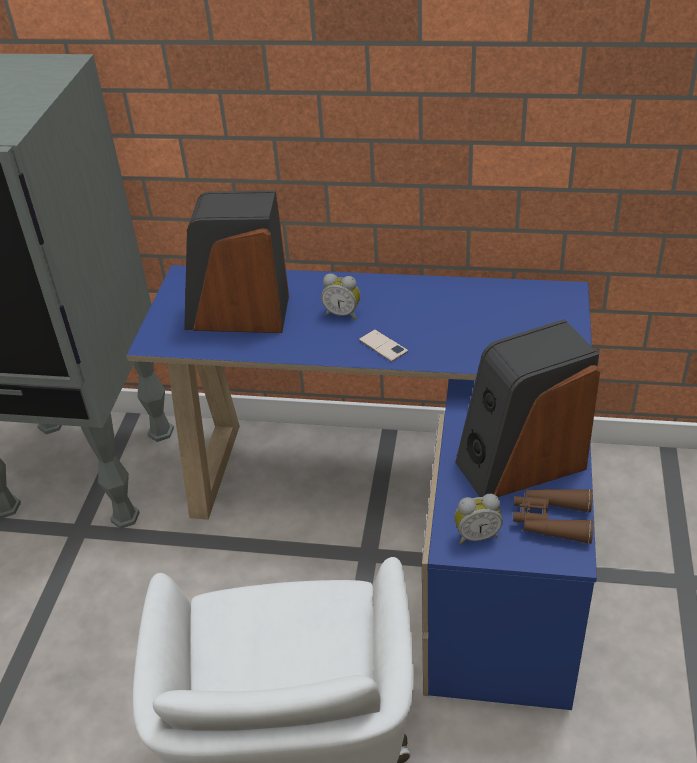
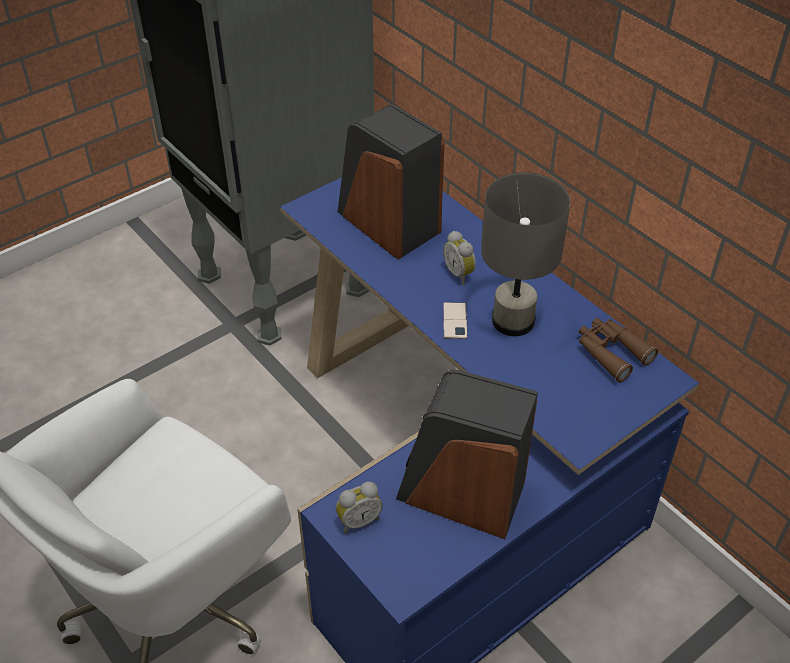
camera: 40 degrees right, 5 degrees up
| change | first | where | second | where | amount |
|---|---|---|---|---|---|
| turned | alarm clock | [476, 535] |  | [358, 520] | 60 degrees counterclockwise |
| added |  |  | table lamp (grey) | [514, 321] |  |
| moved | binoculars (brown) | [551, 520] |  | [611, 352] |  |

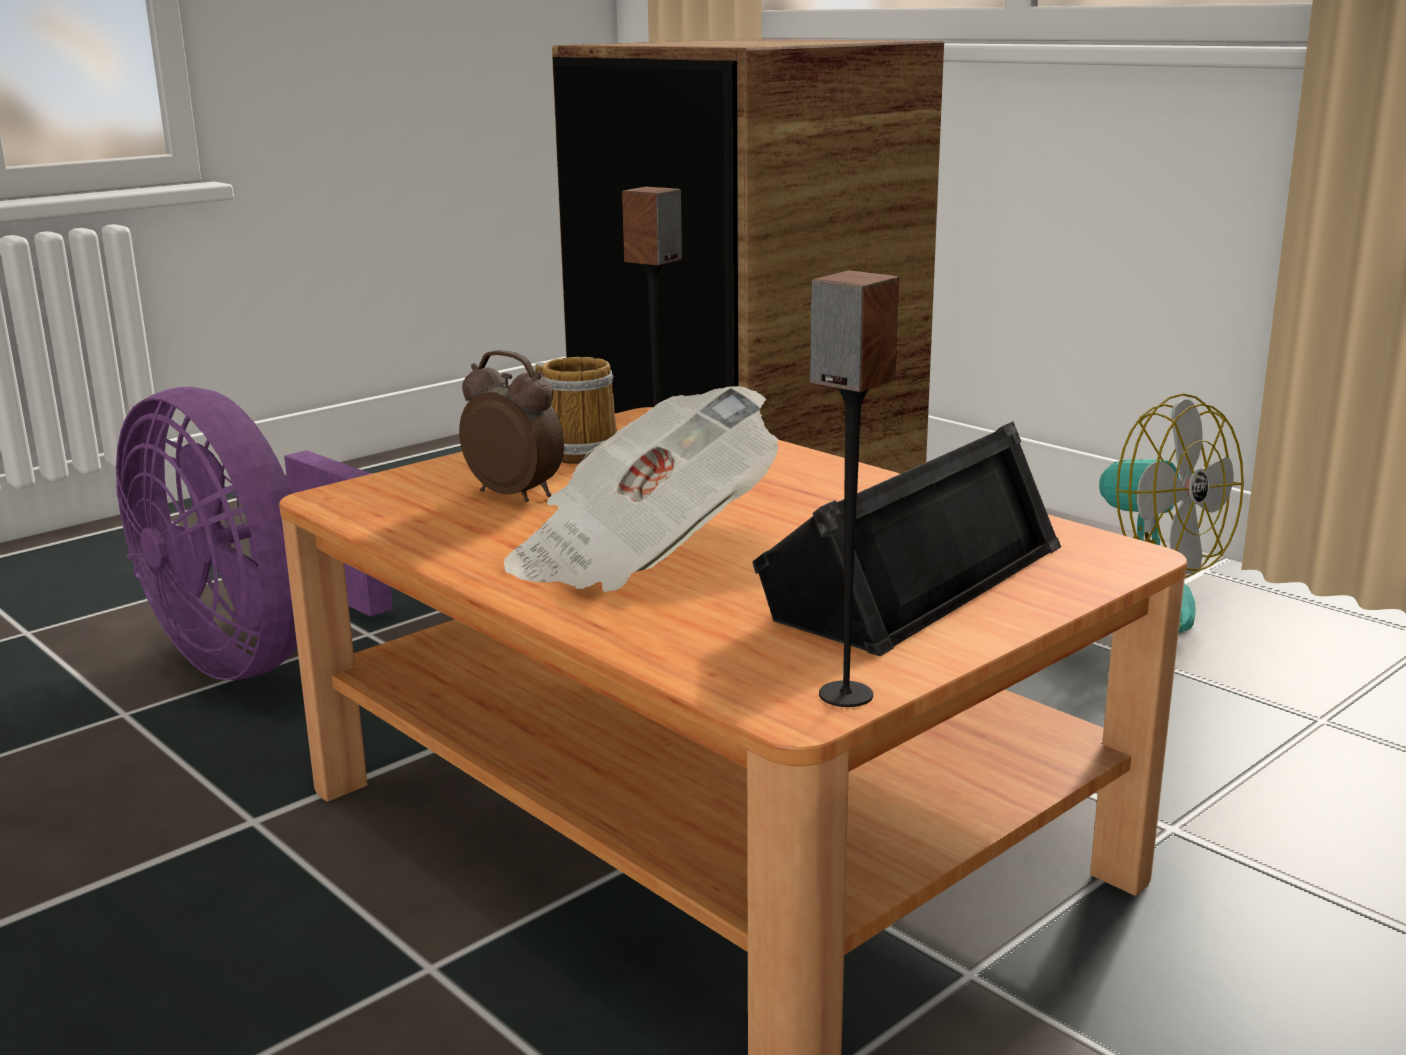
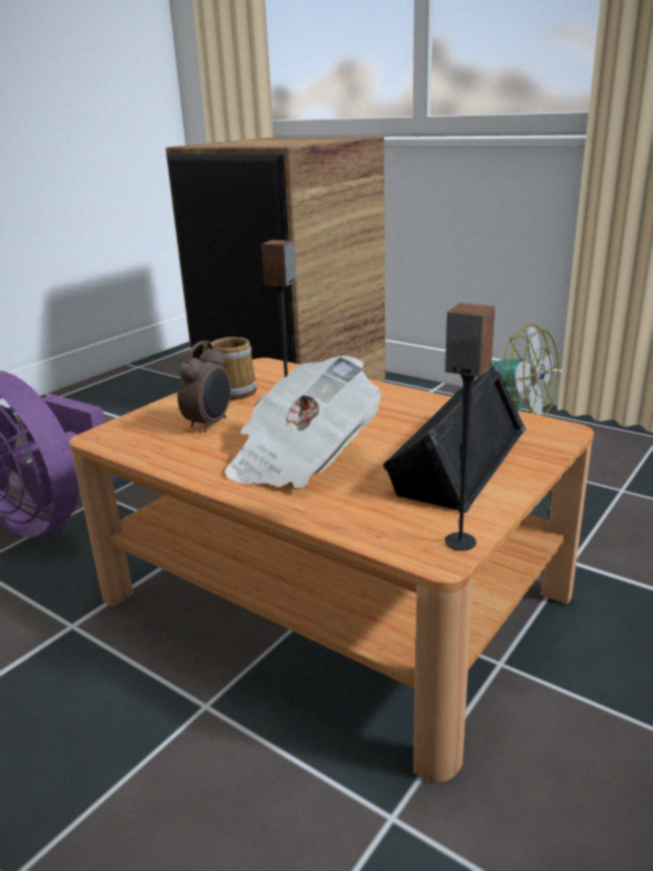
camera: 10 degrees left, 5 degrees up
| change | first | where | second | where | amount |
|---|---|---|---|---|---|
| turned | alarm clock | [516, 495] |  | [210, 424] | 90 degrees clockwise |

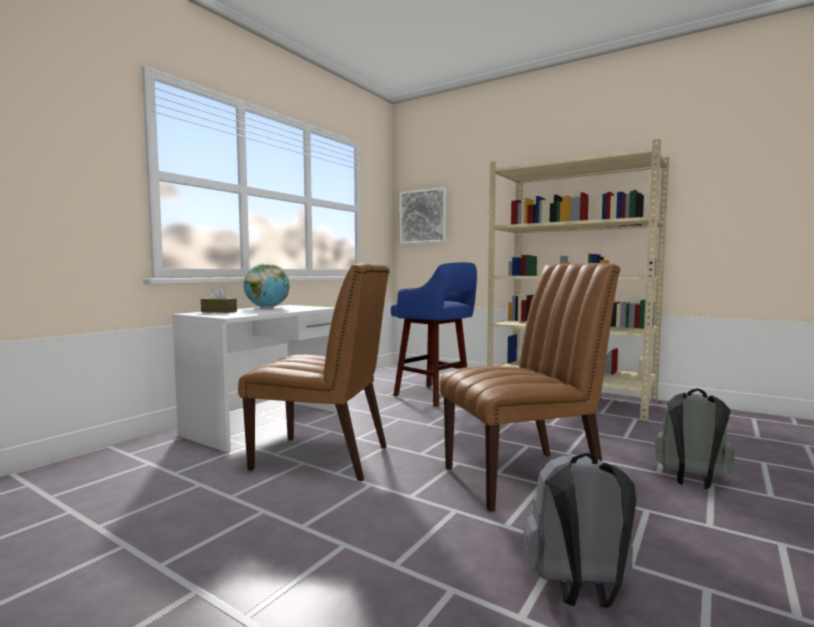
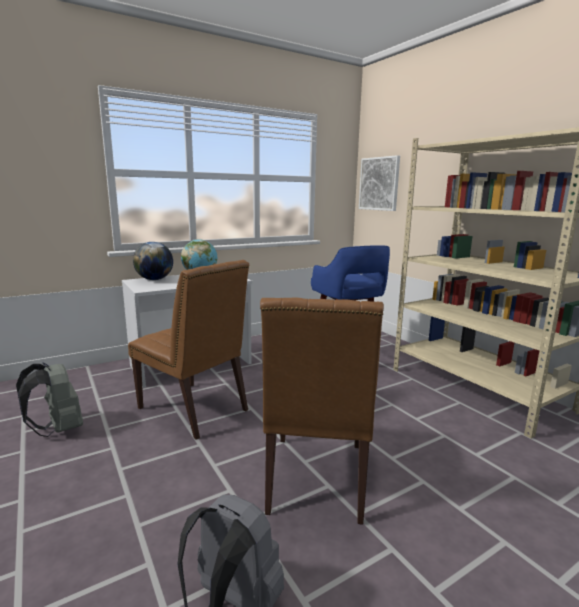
camera: 25 degrees right, 10 degrees up
| change | first | where | second | where | amount |
|---|---|---|---|---|---|
| moved | backpack (grey) | [691, 481] |  | [58, 429] |  |
| replaced | tissue box (brown) | [219, 311] | globe | [154, 279] |  |
| turned | chair (brown) | [521, 479] |  | [316, 475] | 90 degrees clockwise |

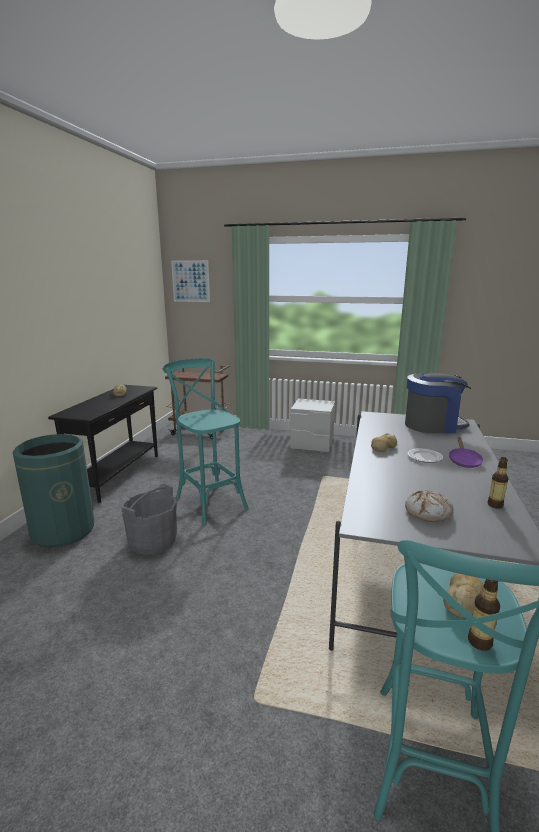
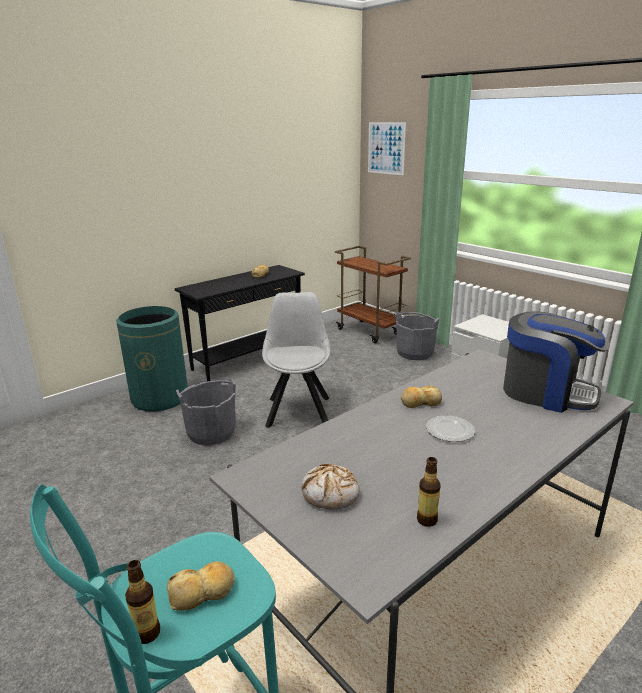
camera: 35 degrees right, 5 degrees up
| change | first | where | second | where | amount |
|---|---|---|---|---|---|
| replaced | stool (turquoise) | [209, 501] | chair (grey) | [298, 411] |  |
| added |  |  | bucket (grey) | [415, 353] |  |
| removed | frying pan (purple) | [464, 461] |  |  |  |

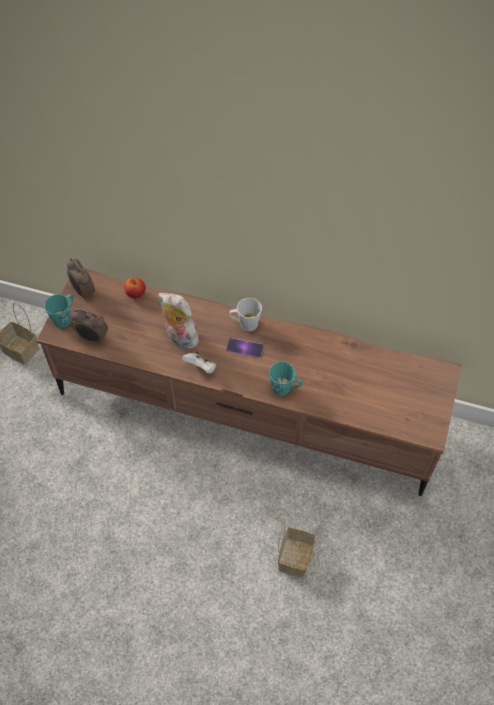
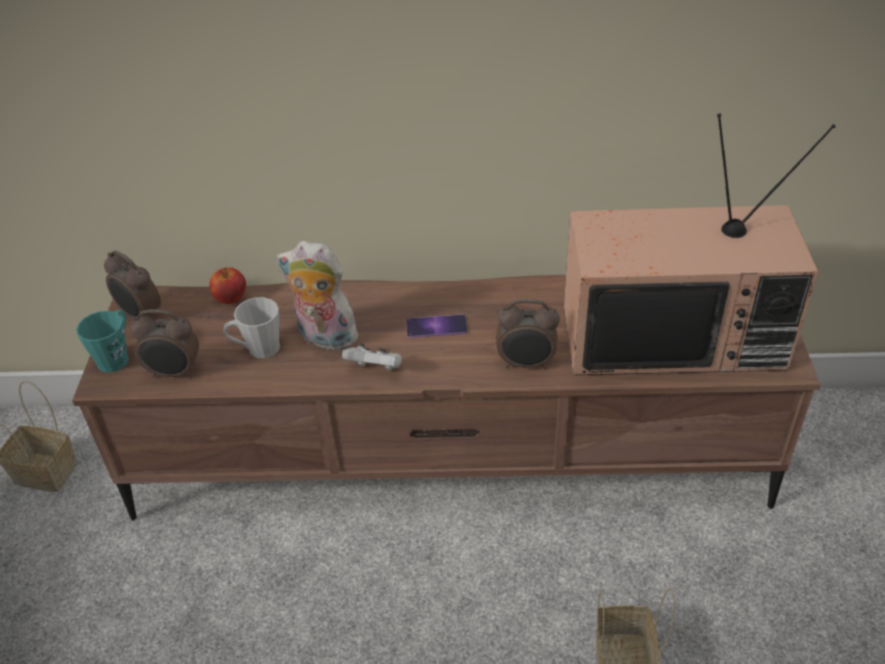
camera: 15 degrees left, 15 degrees down
| change | first | where | second | where | amount |
|---|---|---|---|---|---|
| moved | mug (grey) | [245, 324] |  | [257, 349] |  |
| replaced | mug (turquoise) | [284, 388] | alarm clock | [526, 364] |  |
| added |  |  | television | [673, 334] |  |

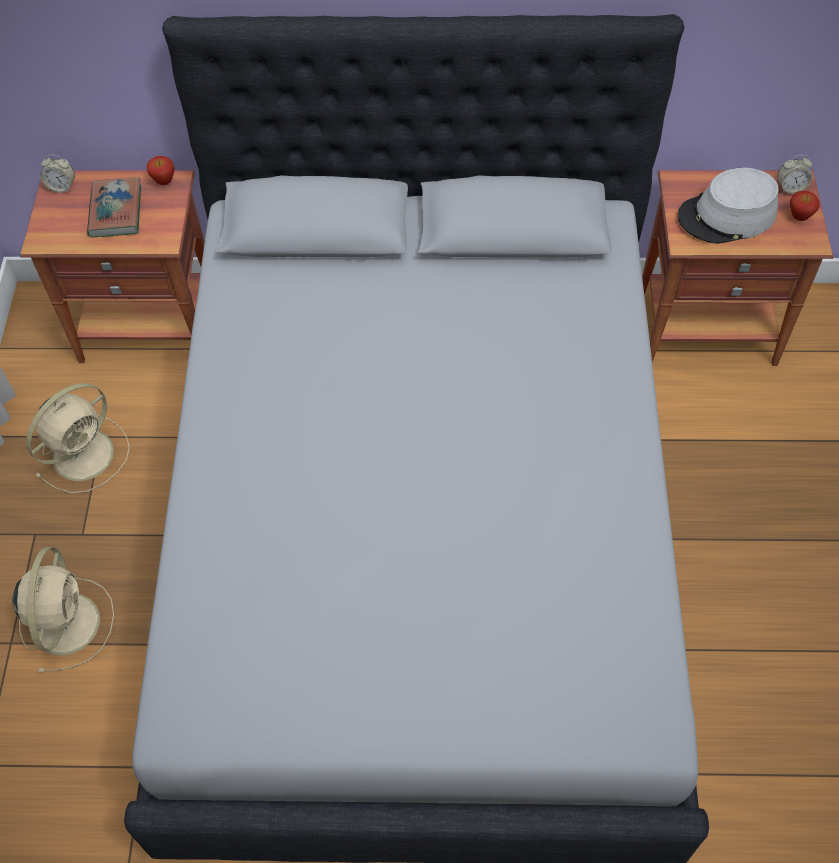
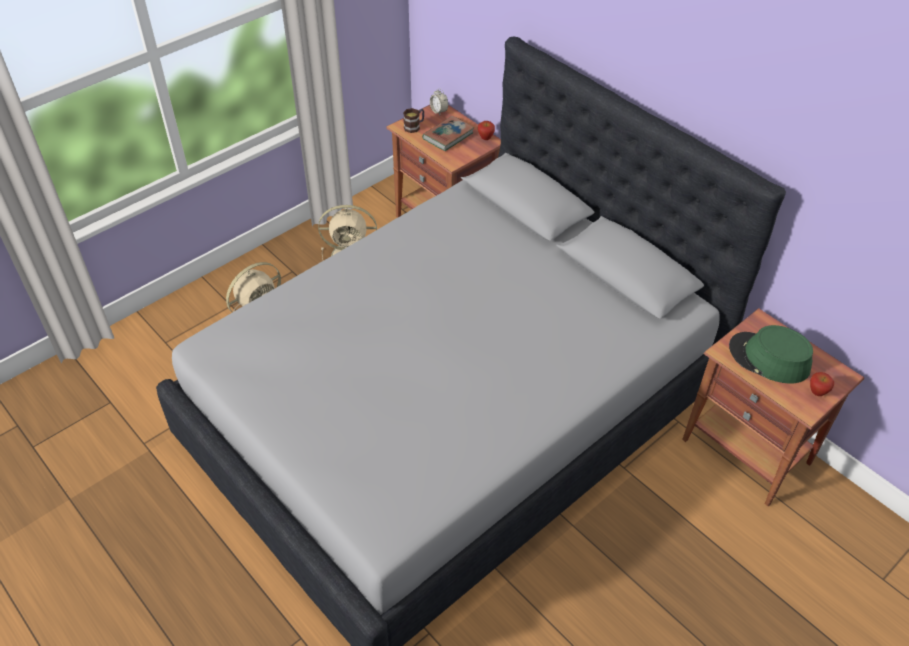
camera: 45 degrees right, 10 degrees down
| change | first | where | second | where | amount |
|---|---|---|---|---|---|
| added |  |  | mug | [414, 126] |  |
| recoloured | hat (grey) | [727, 216] | hat (green) | [768, 358] |  |
| removed | alarm clock | [790, 188] |  |  |  |

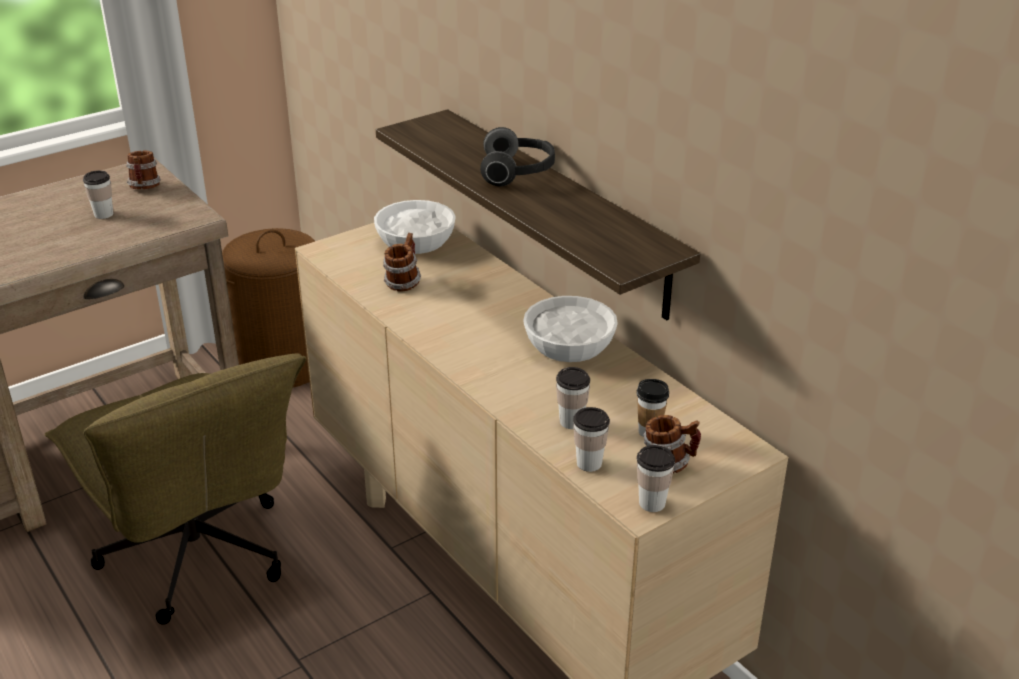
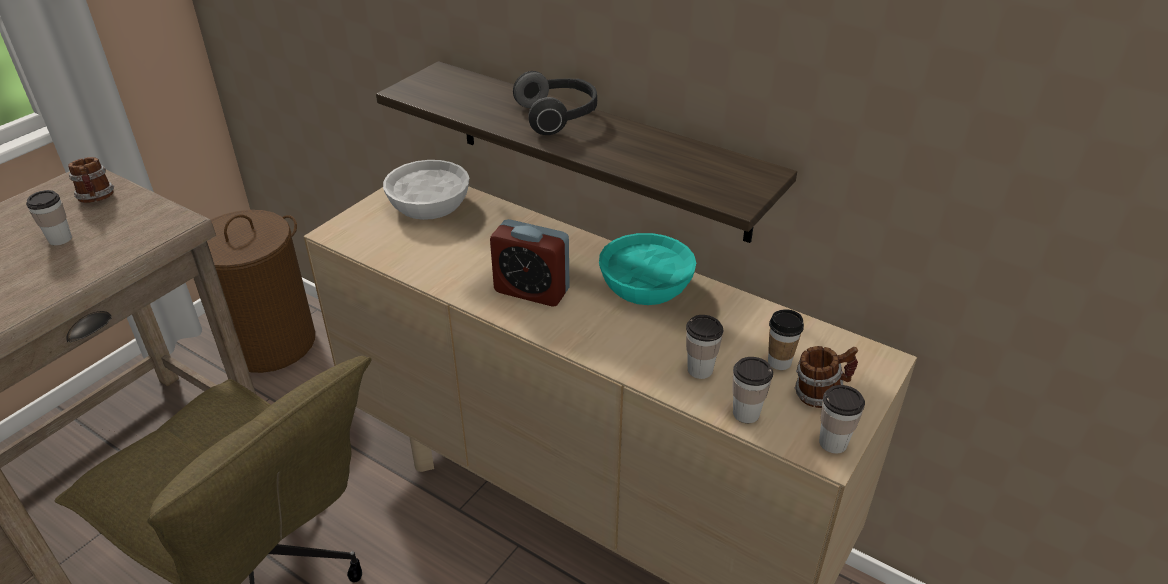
camera: 20 degrees left, 5 degrees up
| change | first | where | second | where | amount |
|---|---|---|---|---|---|
| added |  |  | alarm clock | [531, 291] |  |
| recoloured | bowl (white) | [570, 345] | bowl (turquoise) | [647, 285] |  |
| removed | mug | [403, 282] |  |  |  |

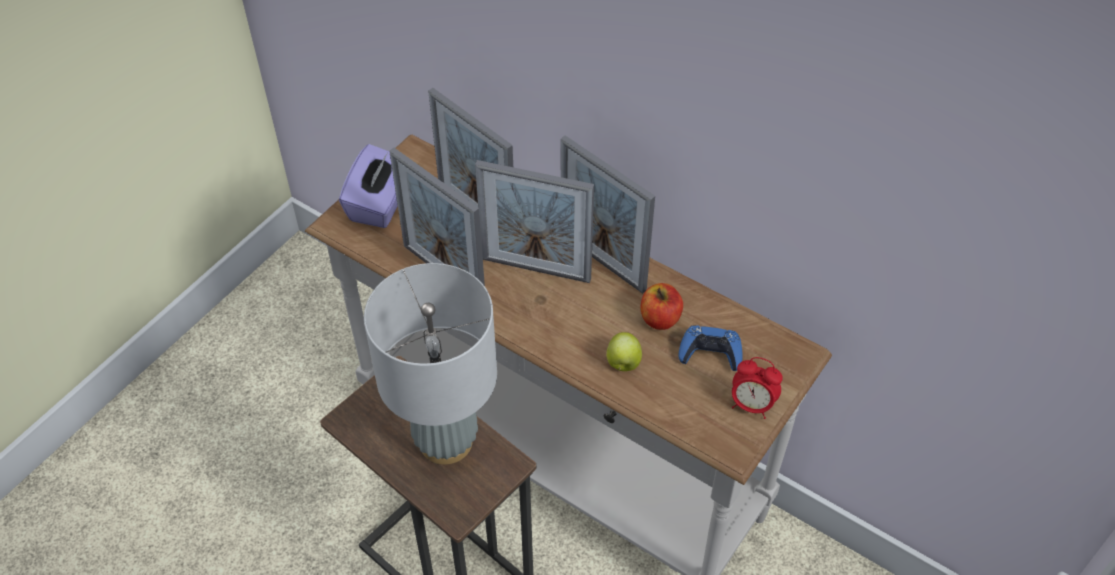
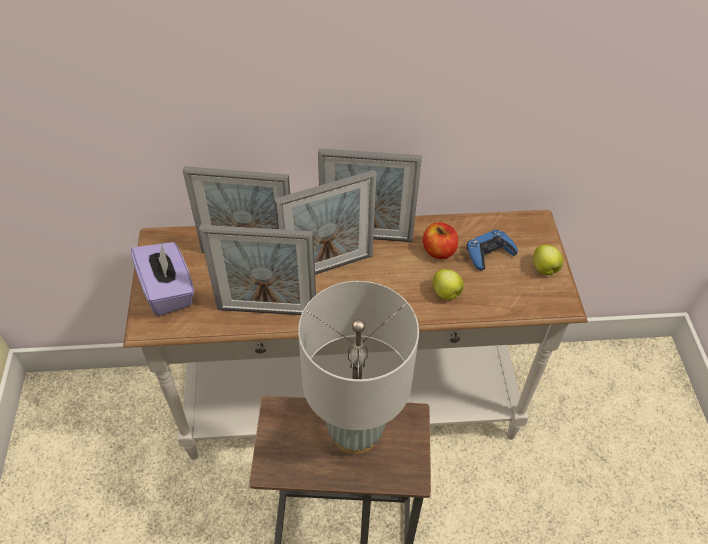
camera: 40 degrees left, 0 degrees up
| change | first | where | second | where | amount |
|---|---|---|---|---|---|
| replaced | alarm clock | [751, 405] | apple | [545, 269] |  |

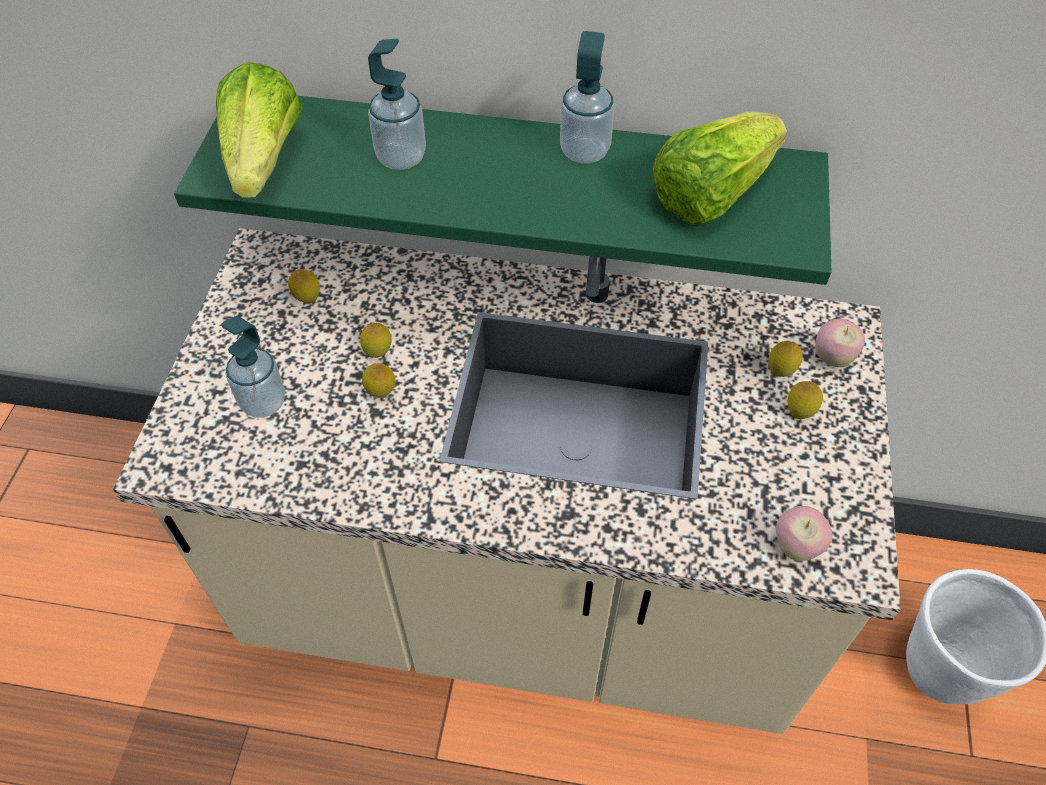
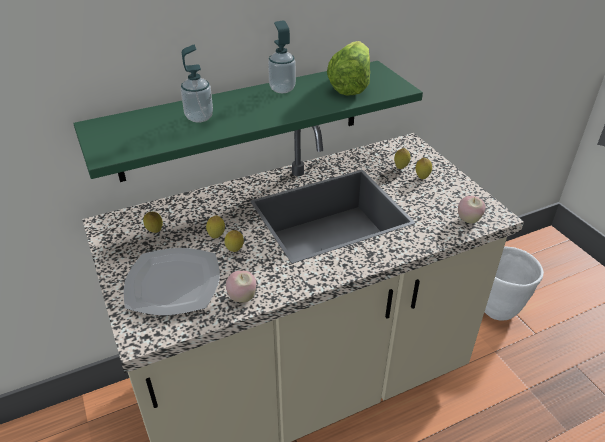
camera: 35 degrees left, 15 degrees down
| change | first | where | second | where | amount |
|---|---|---|---|---|---|
| replaced | soap dispenser | [263, 402] | plate | [174, 283] |  |
| moved | apple | [832, 358] |  | [242, 297] |  |
| removed | lettuce | [264, 161] |  |  |  |

